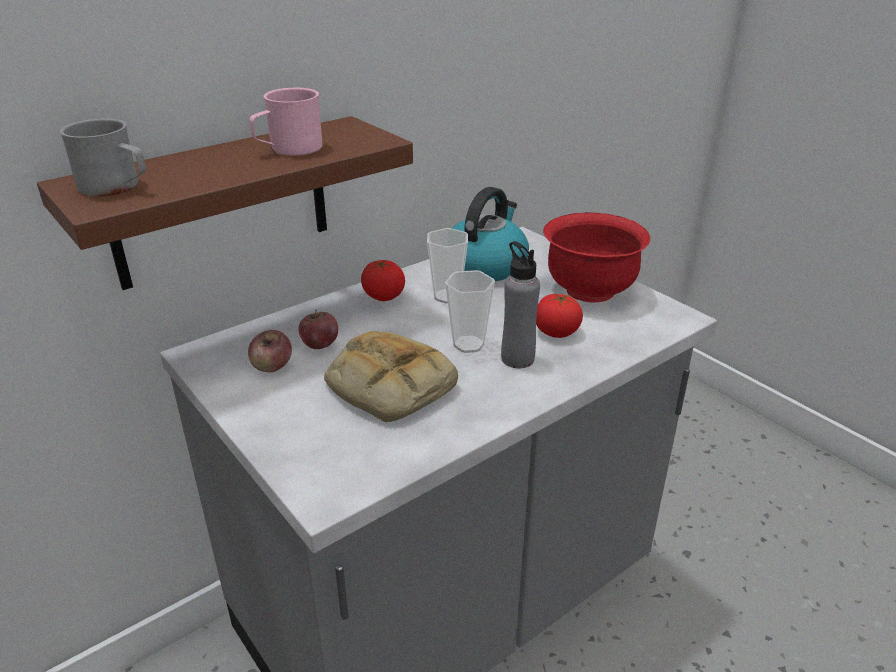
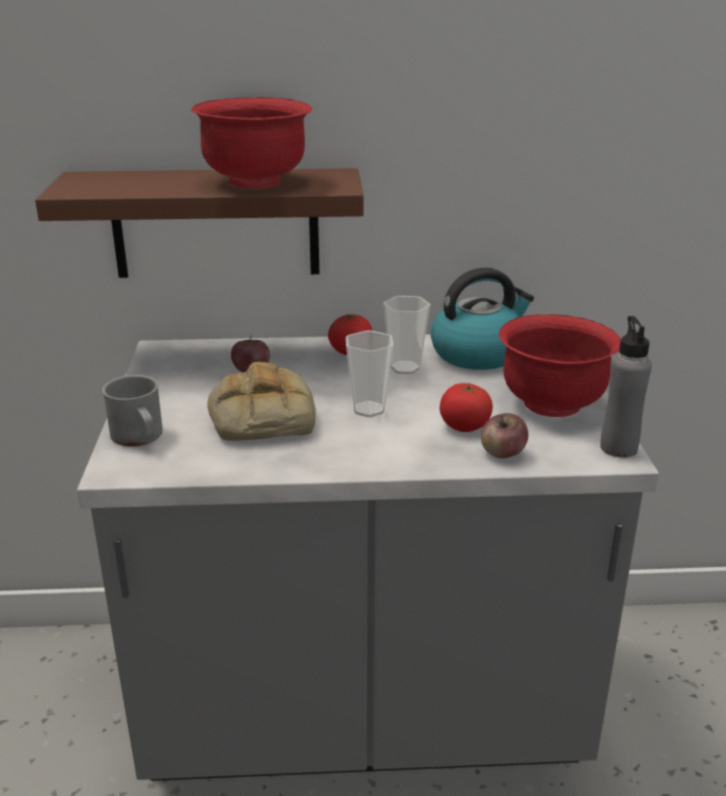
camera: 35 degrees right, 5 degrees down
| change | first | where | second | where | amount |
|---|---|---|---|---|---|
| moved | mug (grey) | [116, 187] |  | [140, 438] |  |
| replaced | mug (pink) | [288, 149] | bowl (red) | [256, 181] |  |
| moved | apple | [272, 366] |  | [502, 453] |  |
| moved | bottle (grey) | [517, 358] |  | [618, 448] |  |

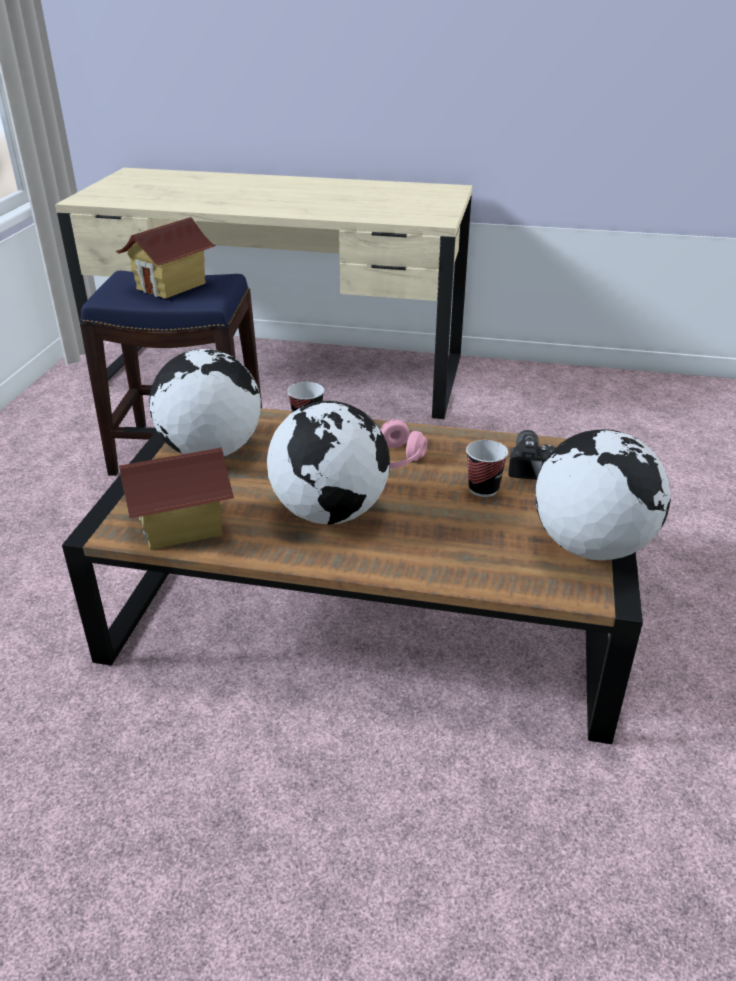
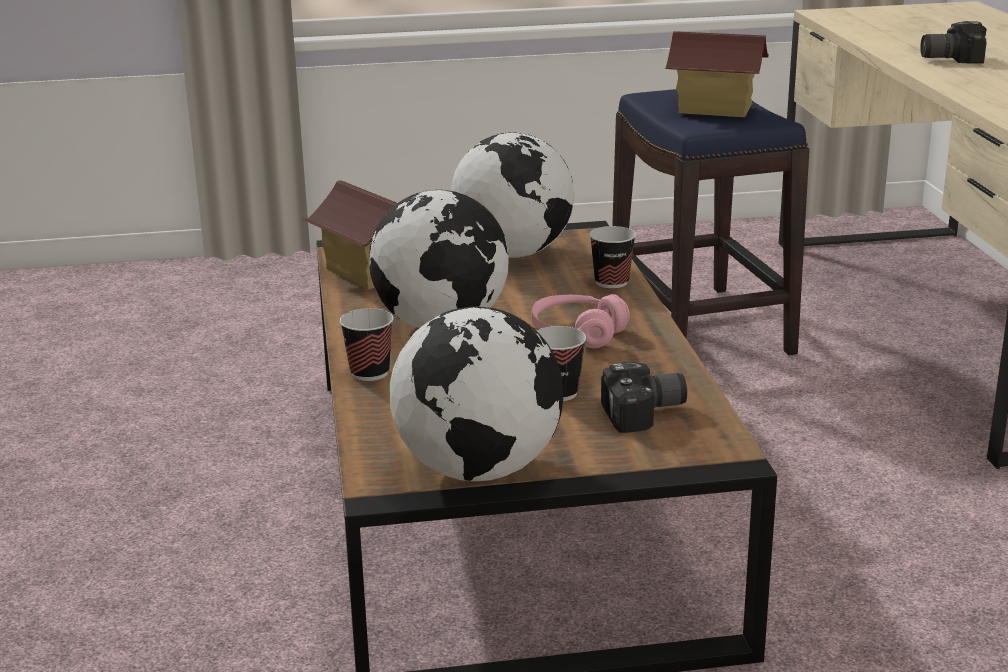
camera: 70 degrees right, 10 degrees down
| change | first | where | second | where | amount |
|---|---|---|---|---|---|
| added |  |  | cup | [369, 373] |  |
| added |  |  | photo camera | [949, 58] |  |

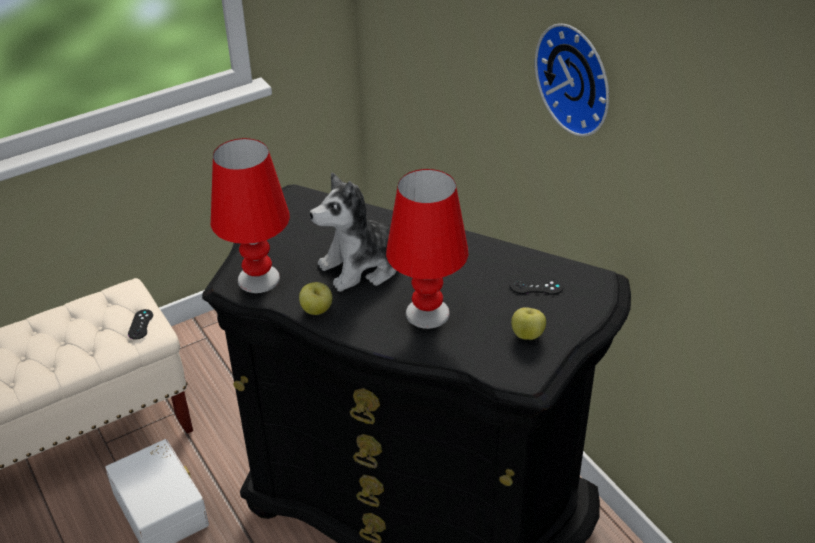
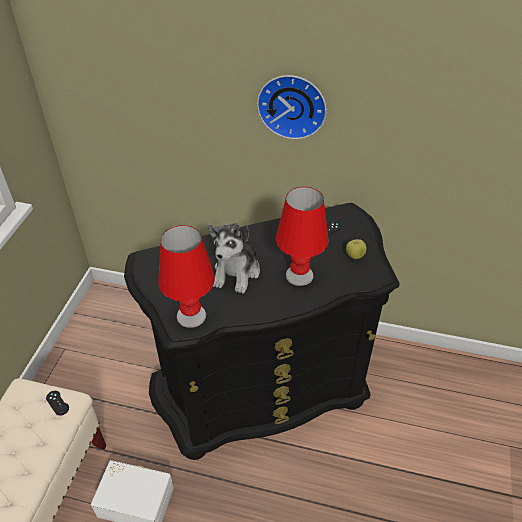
camera: 45 degrees left, 5 degrees up
| change | first | where | second | where | amount |
|---|---|---|---|---|---|
| removed | apple | [317, 310] |  |  |  |

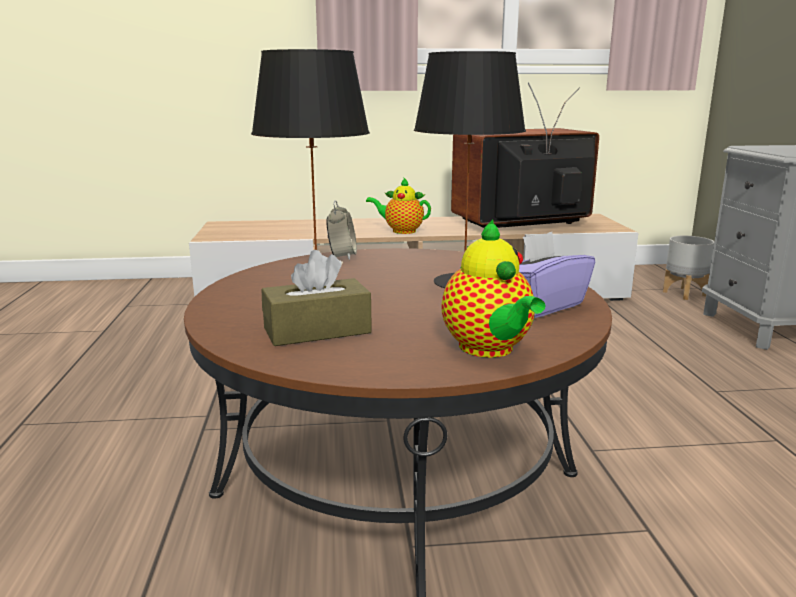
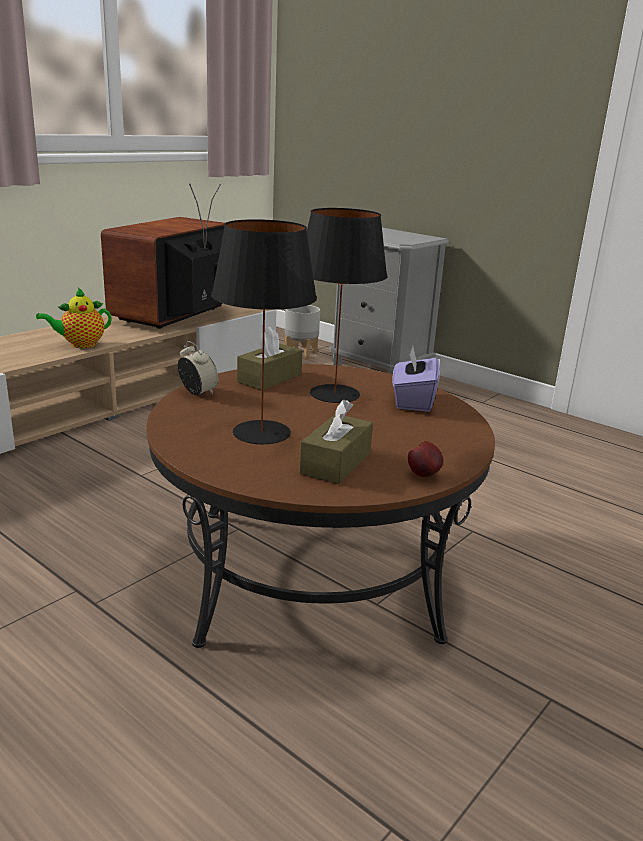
camera: 45 degrees left, 5 degrees up
| change | first | where | second | where | amount |
|---|---|---|---|---|---|
| added |  |  | tissue box (brown) | [269, 378] |  |
| added |  |  | apple | [424, 475] |  |
| removed | teapot | [489, 349] |  |  |  |

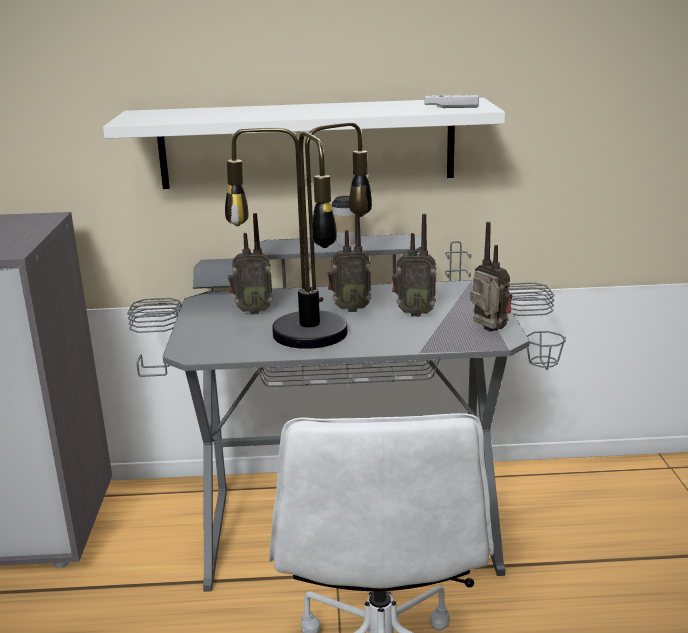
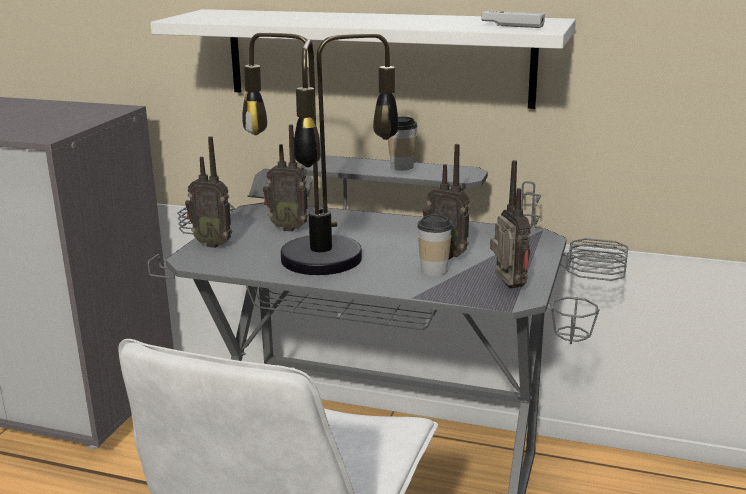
camera: 20 degrees right, 0 degrees up
| change | first | where | second | where | amount |
|---|---|---|---|---|---|
| moved | radio | [350, 309] |  | [213, 244] |  |
| added |  |  | cup | [434, 270] |  |

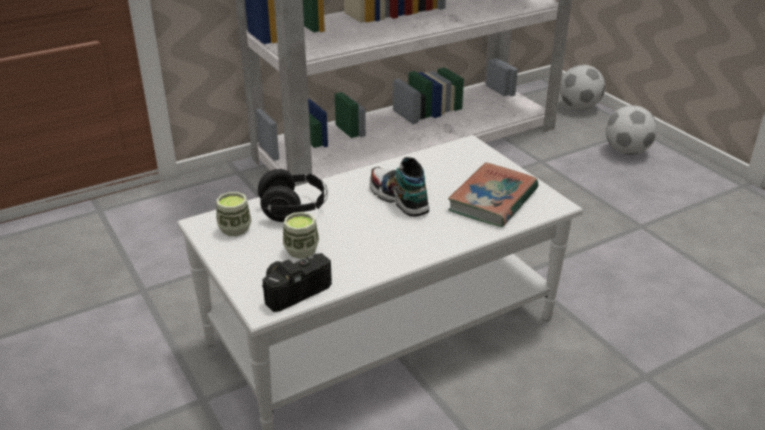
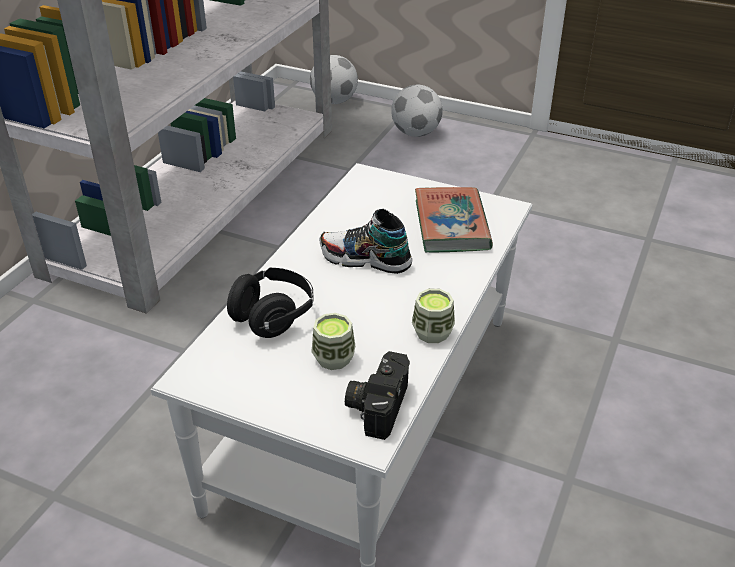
camera: 35 degrees left, 5 degrees up
| change | first | where | second | where | amount |
|---|---|---|---|---|---|
| moved | cup | [235, 229] |  | [432, 332] |  |

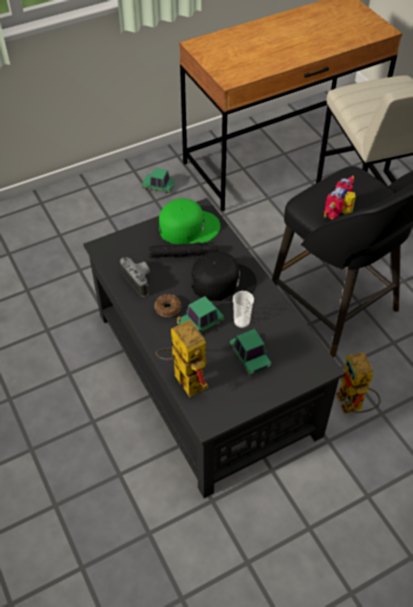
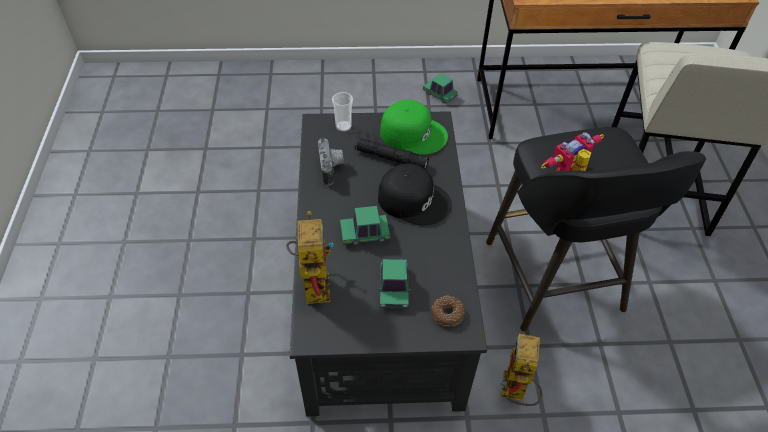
camera: 25 degrees right, 0 degrees up
| change | first | where | second | where | amount |
|---|---|---|---|---|---|
| moved | cup | [241, 322] |  | [343, 126] |  |
| moved | donut | [168, 308] |  | [447, 314] |  |

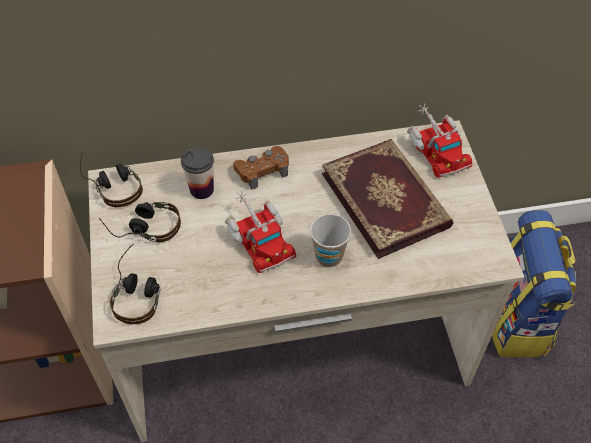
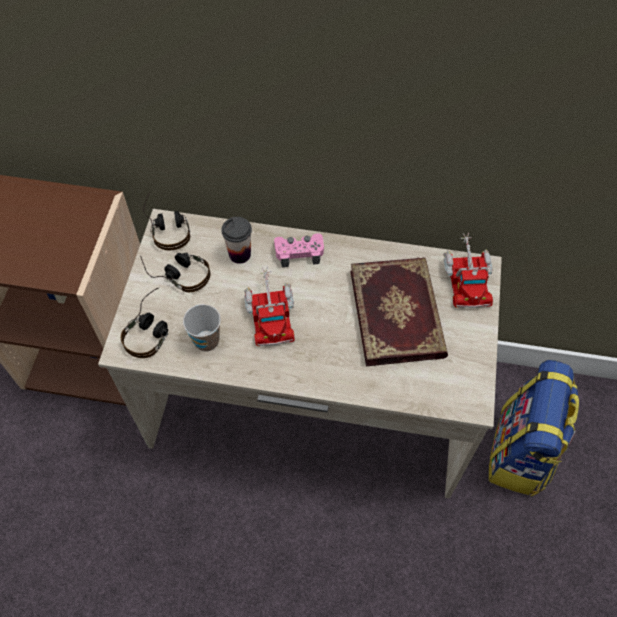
camera: 20 degrees right, 5 degrees up
| change | first | where | second | where | amount |
|---|---|---|---|---|---|
| moved | cup | [329, 256] |  | [206, 341] |  |
| recoloured | game controller (brown) | [262, 170] | game controller (pink) | [299, 252] |  |

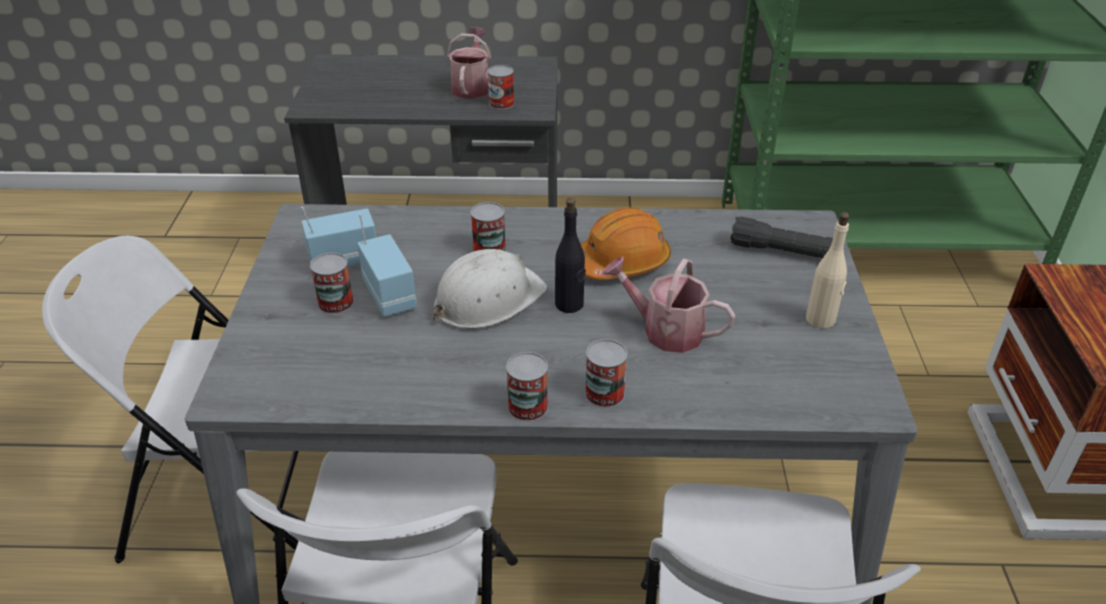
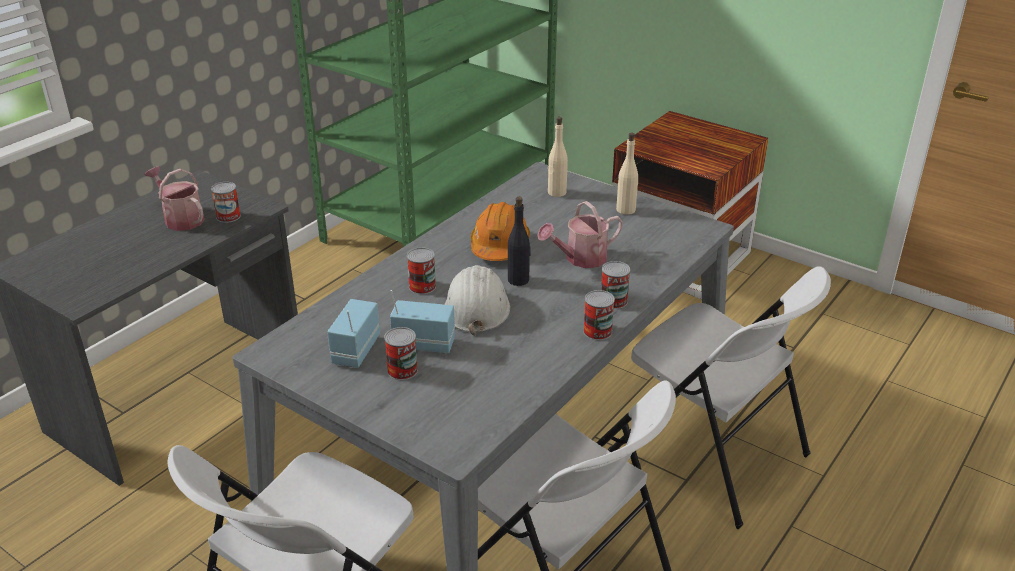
camera: 55 degrees left, 5 degrees down
| change | first | where | second | where | amount |
|---|---|---|---|---|---|
| replaced | flashlight (black) | [784, 252] | bottle (beige) | [556, 192] |  |

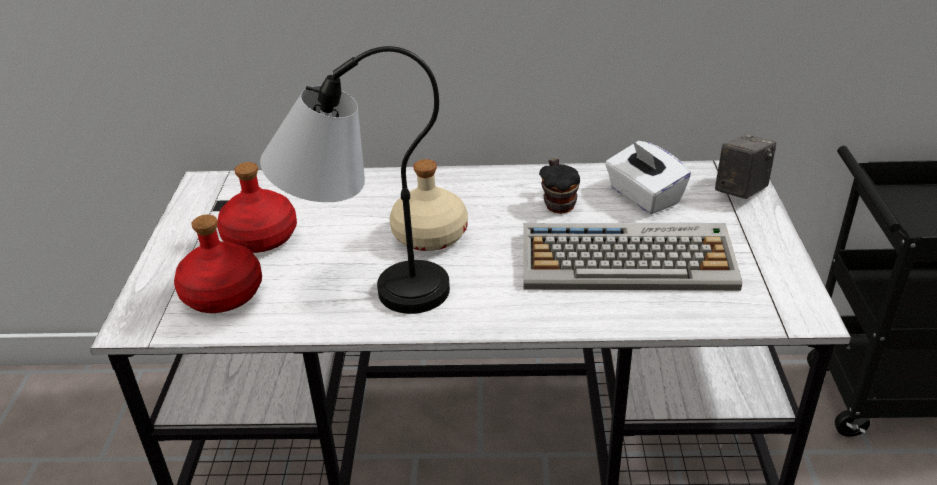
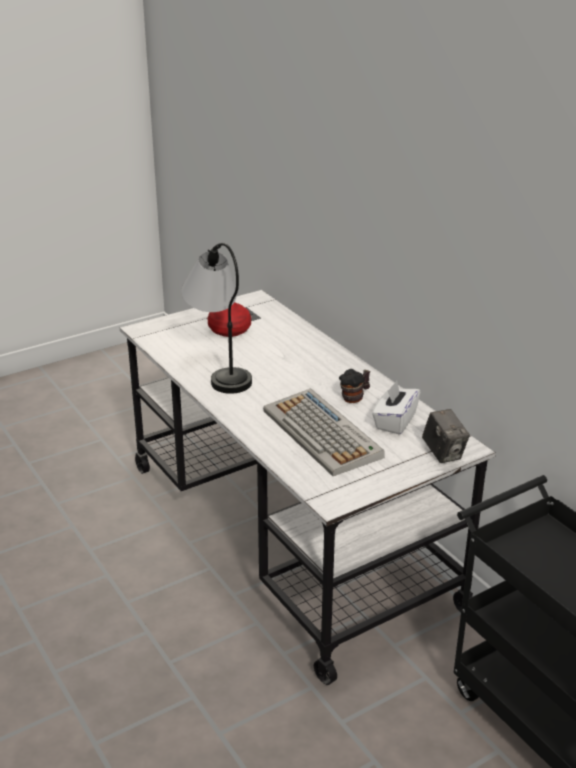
camera: 55 degrees right, 5 degrees down
| change | first | where | second | where | amount |
|---|---|---|---|---|---|
| turned | photo camera | [741, 191] |  | [443, 453] | 60 degrees clockwise |
| removed | bottle (red) | [223, 294] |  |  |  |
| removed | bottle (beige) | [429, 235] |  |  |  |

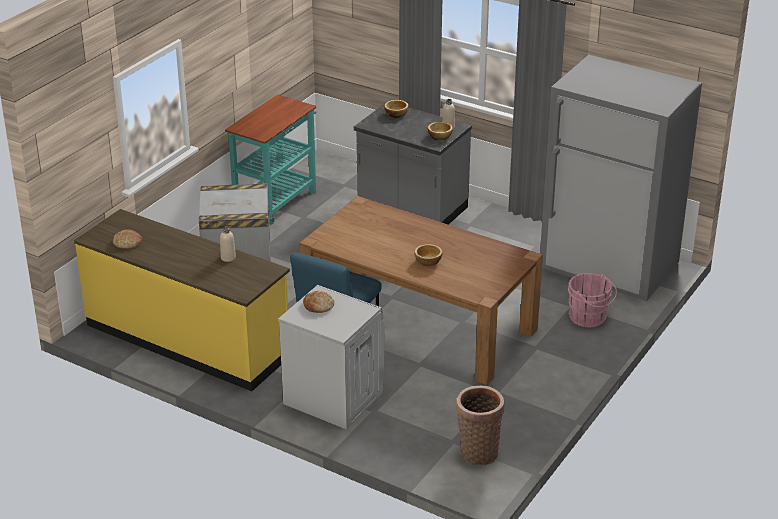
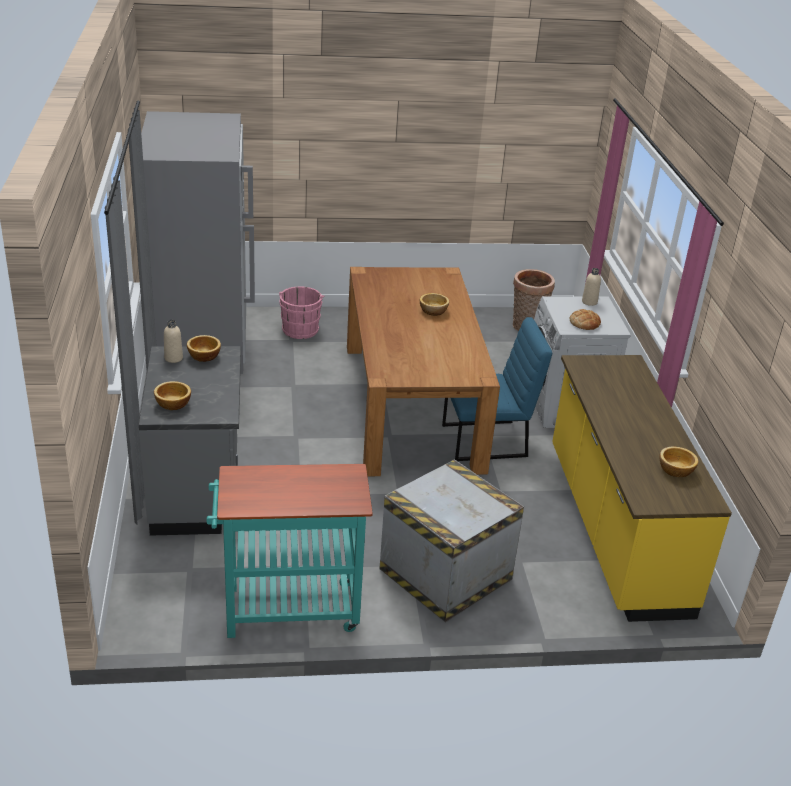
camera: 130 degrees left, 0 degrees up
| change | first | where | second | where | amount |
|---|---|---|---|---|---|
| moved | bottle (beige) | [228, 257] |  | [589, 302] |  |
| replaced | bread | [127, 242] | bowl | [675, 470] |  |

